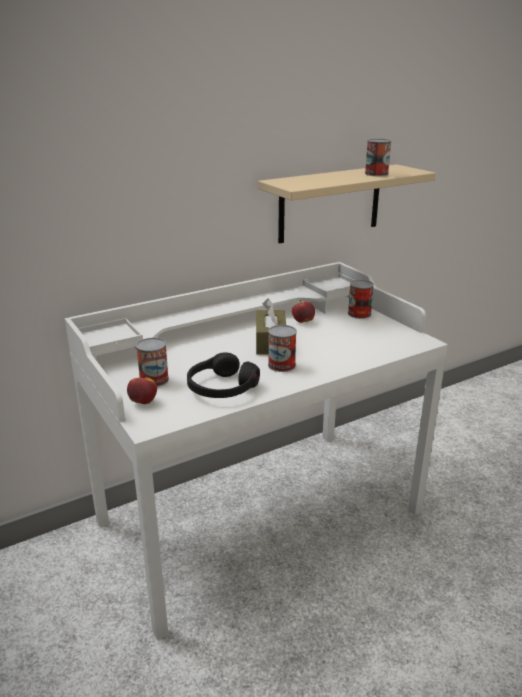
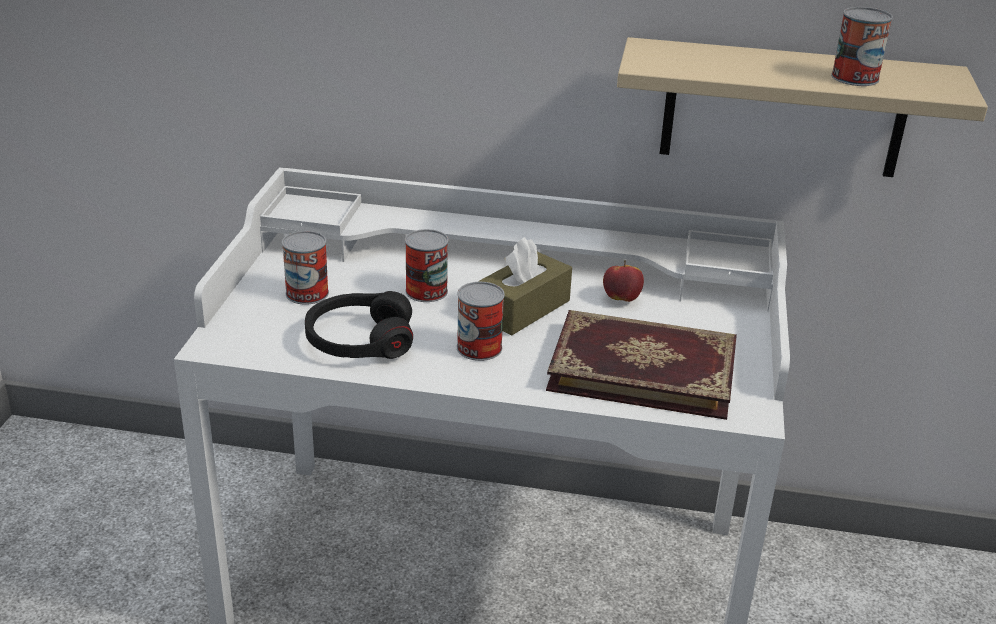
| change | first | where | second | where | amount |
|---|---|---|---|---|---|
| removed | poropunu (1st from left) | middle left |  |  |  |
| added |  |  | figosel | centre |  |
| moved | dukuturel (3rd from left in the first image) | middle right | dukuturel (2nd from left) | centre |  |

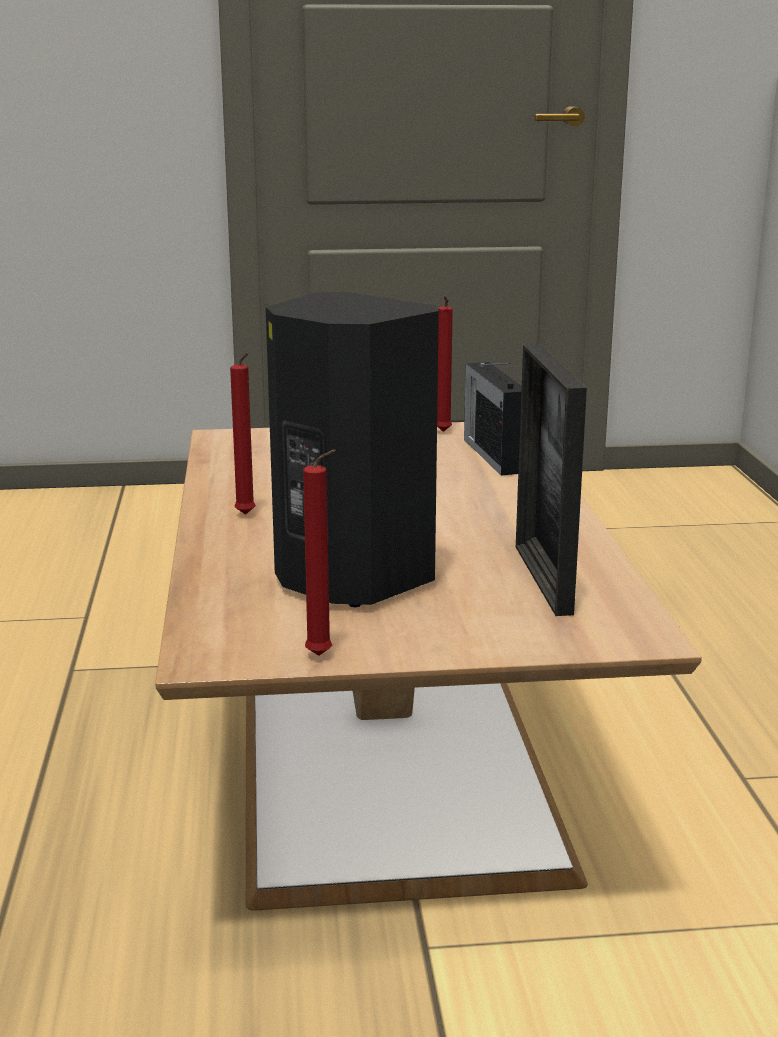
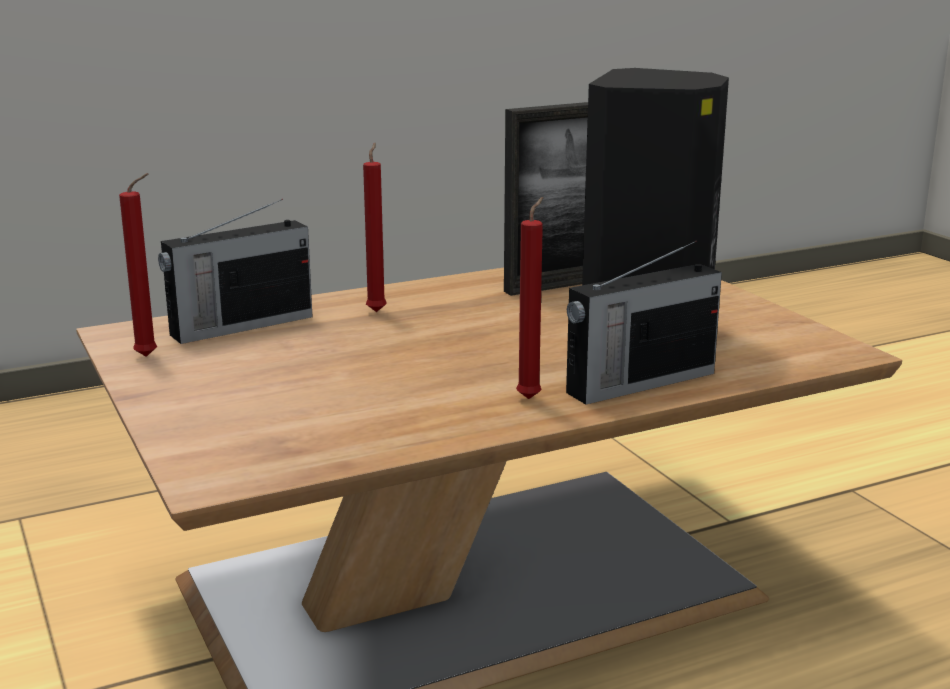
| change | first | where | second | where | amount |
|---|---|---|---|---|---|
| added |  |  | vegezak (2nd from left) | middle right |  |
| moved | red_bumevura (2nd from left) | centre |  | top centre |  |

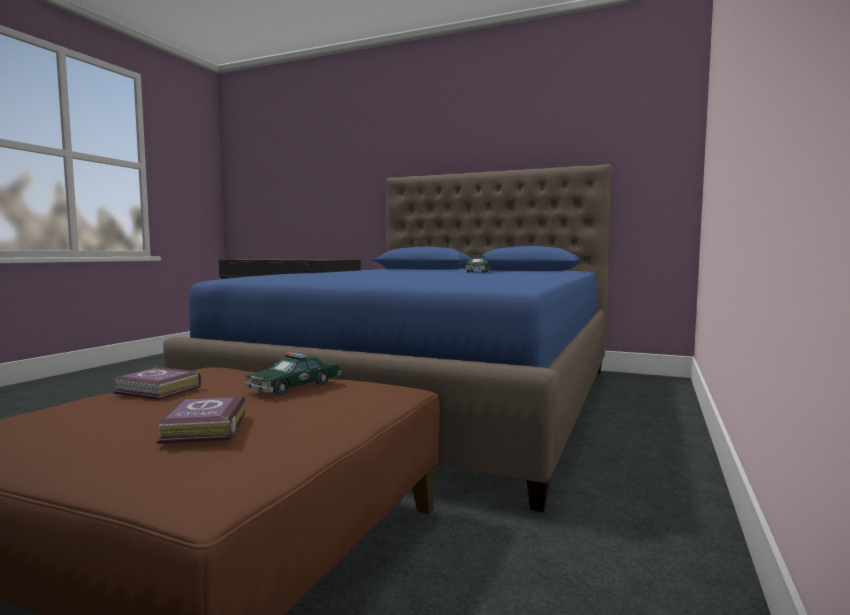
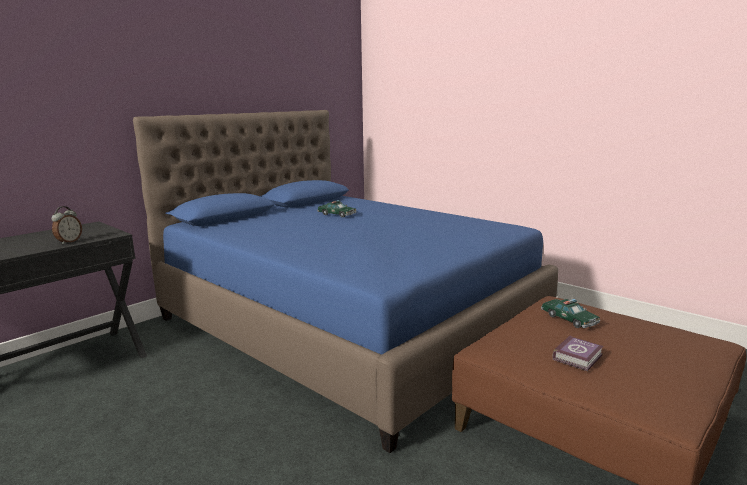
| change | first | where | second | where | amount |
|---|---|---|---|---|---|
| removed | figosel (2nd from left) | bottom left |  |  |  |
| added |  |  | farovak | middle left |  |

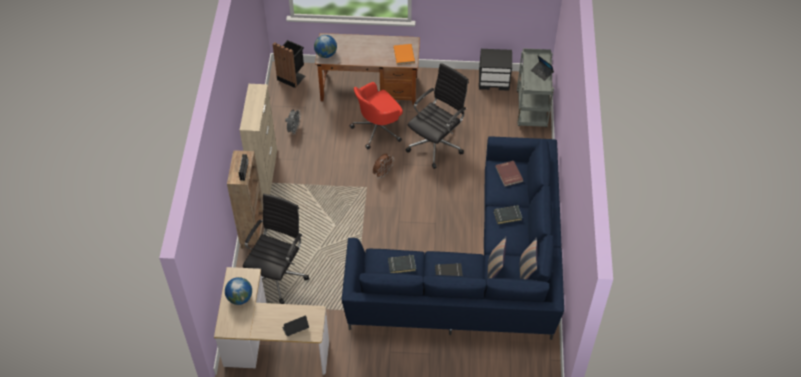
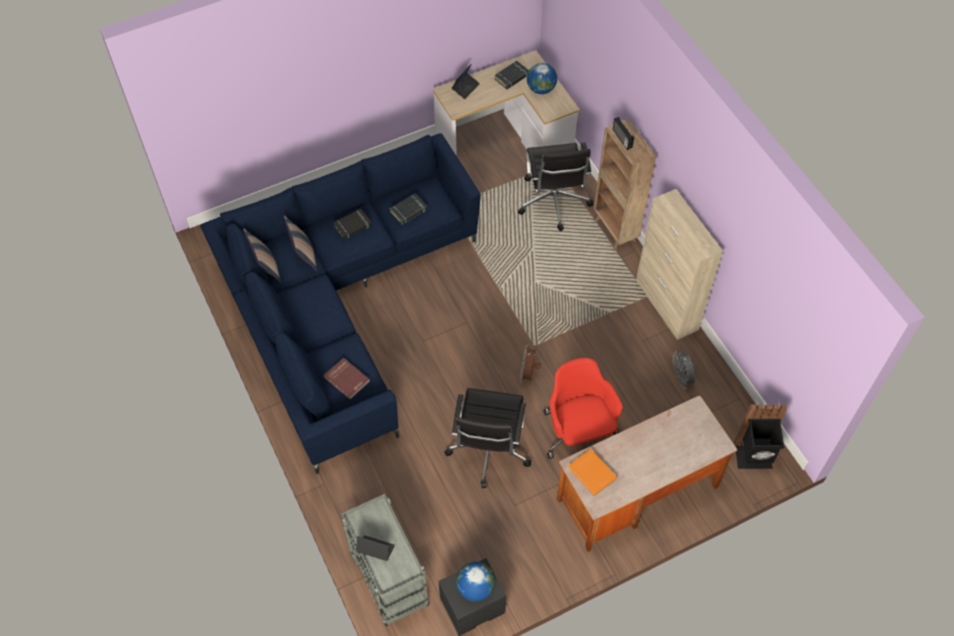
| change | first | where | second | where | amount |
|---|---|---|---|---|---|
| moved | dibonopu (2nd from left in the first image) | top centre | dibonopu (1st from left) | bottom centre |  |
| moved | black_figosel (3rd from left) | centre |  | top centre |  |
| turned | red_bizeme | top centre |  | centre | 45 degrees counterclockwise |

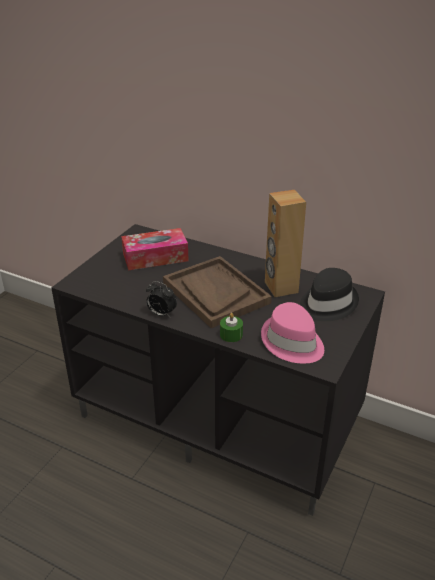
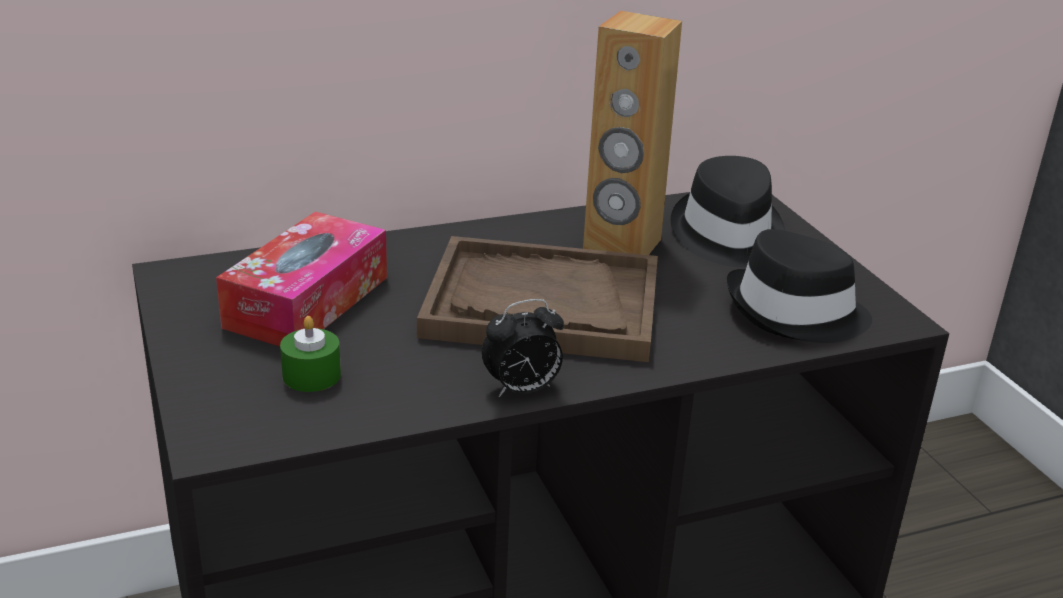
| change | first | where | second | where | amount |
|---|---|---|---|---|---|
| moved | green_bumevura | centre |  | middle left |  |
| recoloured | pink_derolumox | middle right | black_derolumox (2nd from left) | middle right |  |

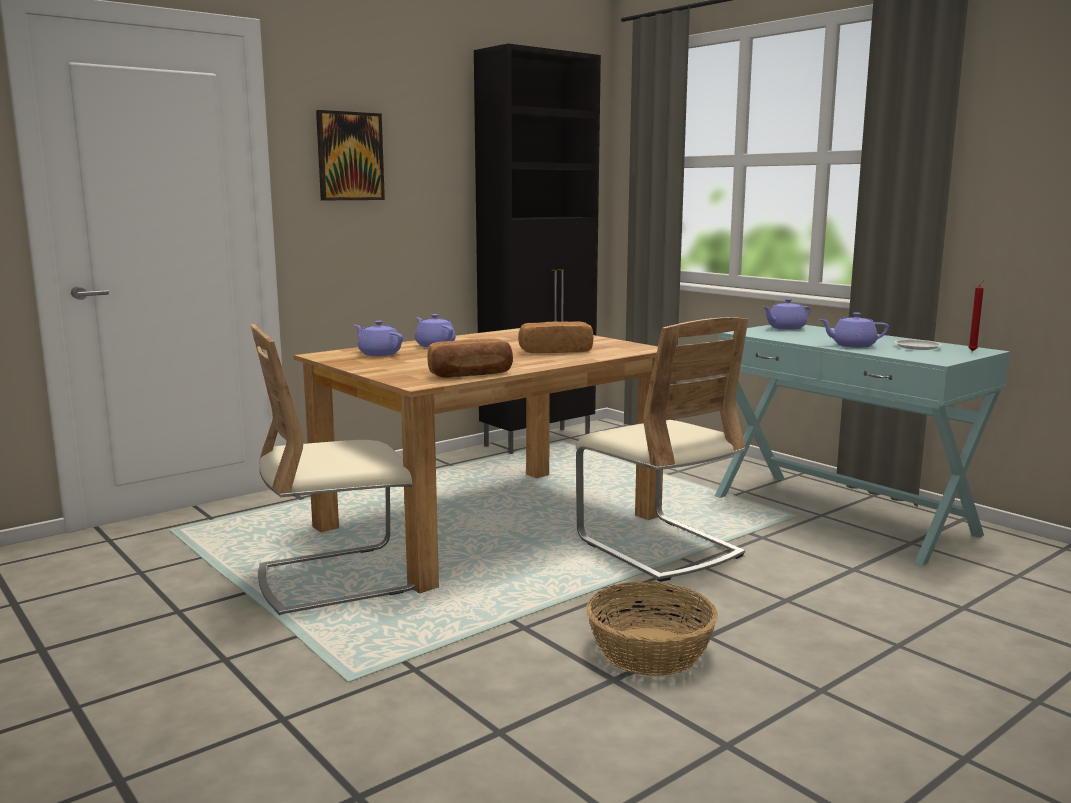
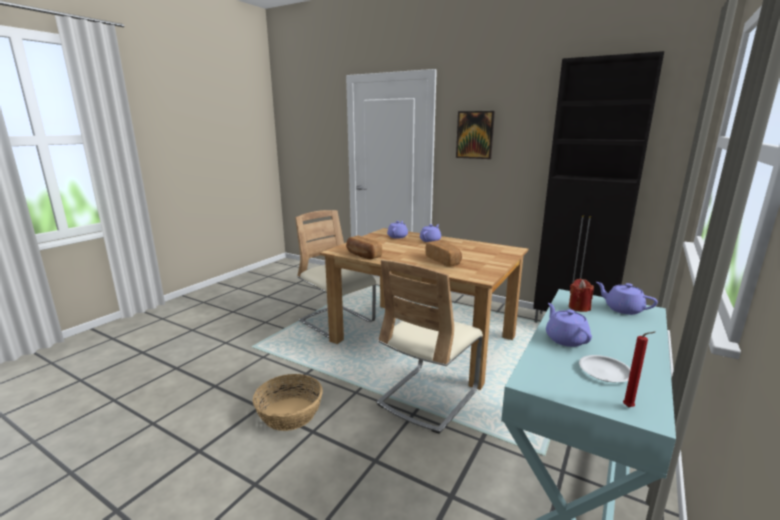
| change | first | where | second | where | amount |
|---|---|---|---|---|---|
| added |  |  | red_bumevura (1st from left) | middle right |  |

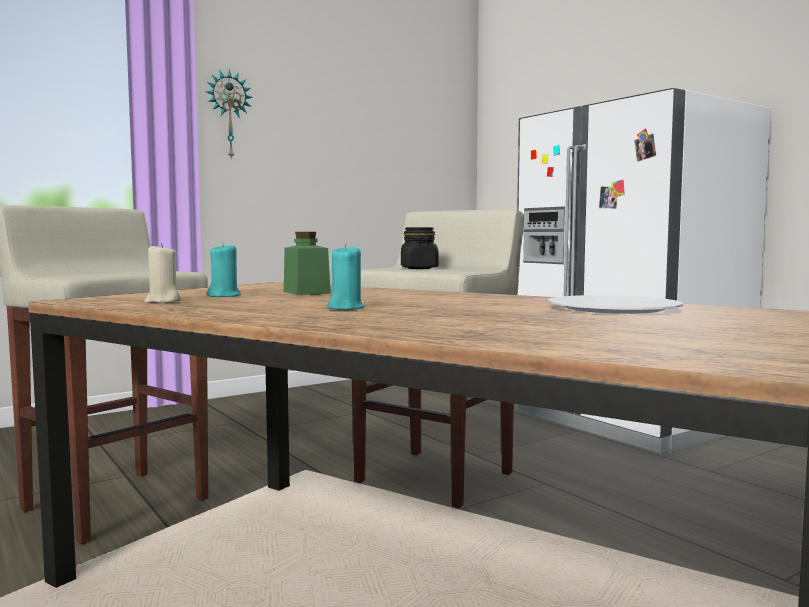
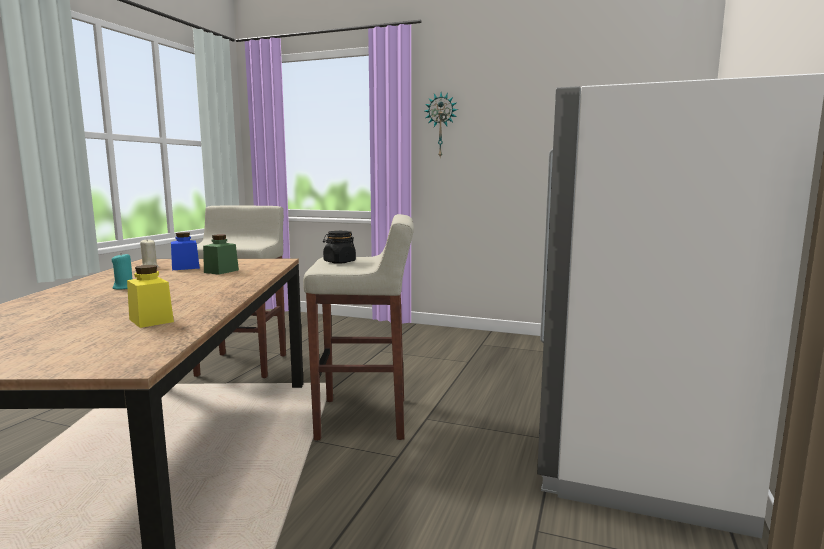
| change | first | where | second | where | amount |
|---|---|---|---|---|---|
| replaced | turquoise_bumevura (1st from left) | middle left | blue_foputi | middle left |  |
| replaced | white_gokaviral | middle right | yellow_foputi | middle left |  |

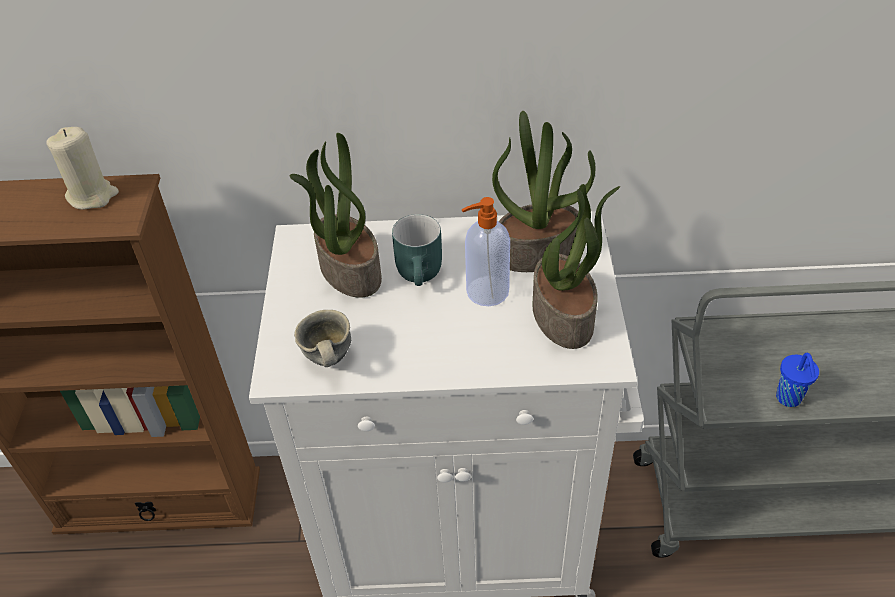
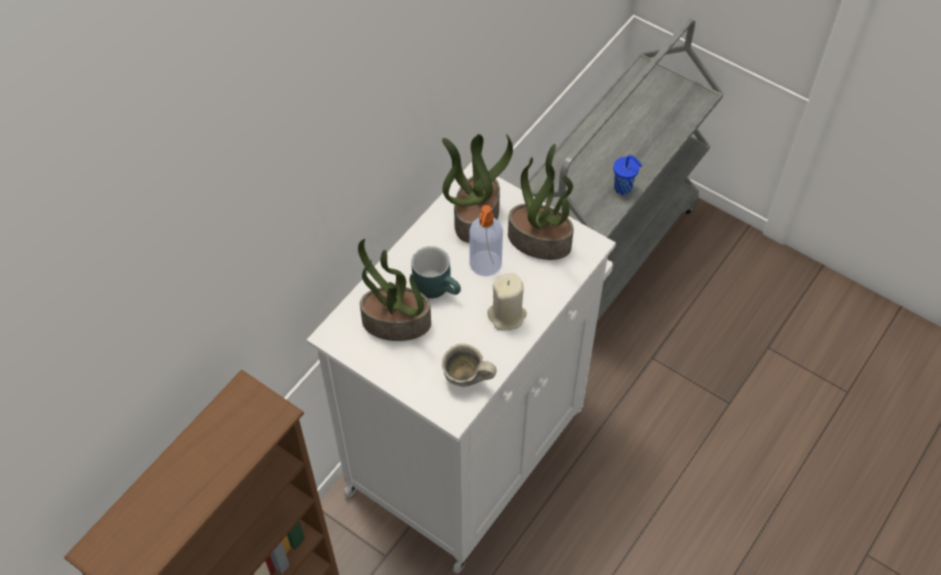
| change | first | where | second | where | amount |
|---|---|---|---|---|---|
| moved | beige_bumevura | top left |  | centre |  |

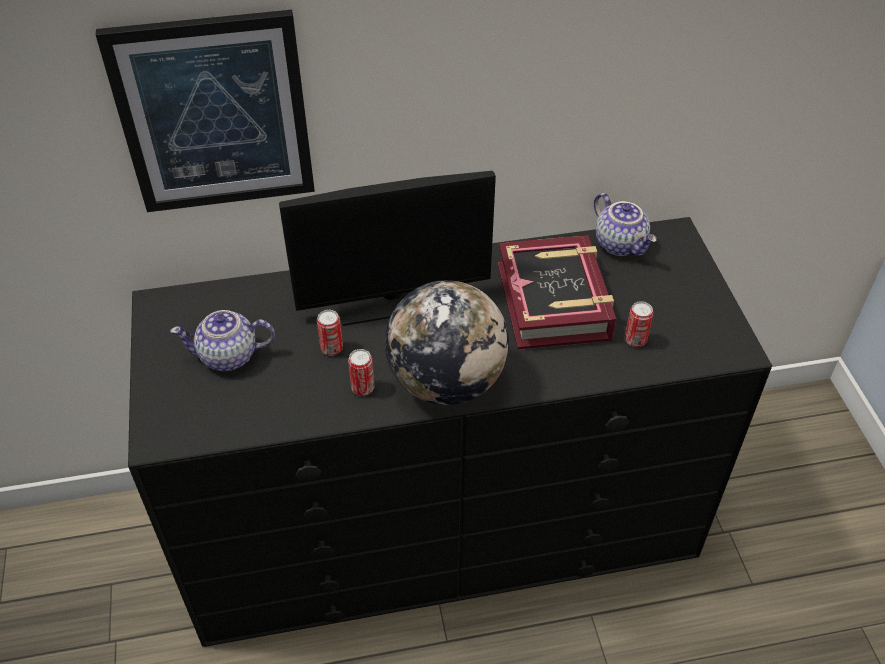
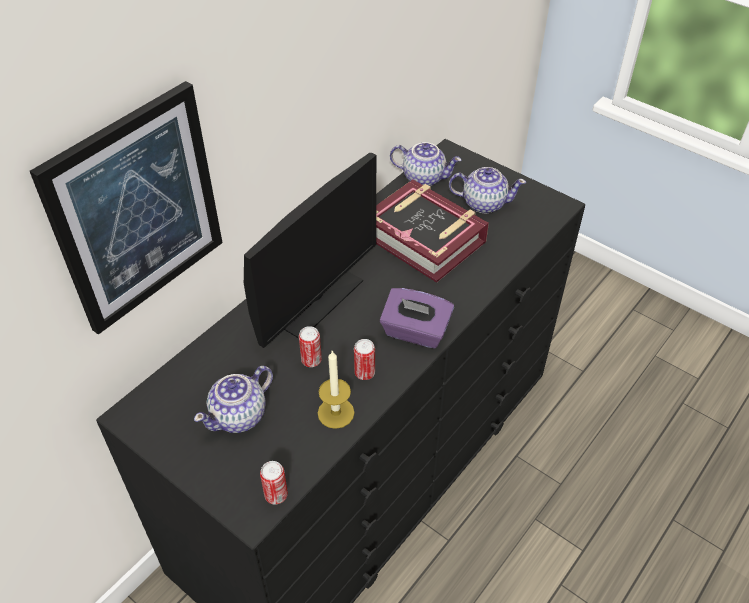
| change | first | where | second | where | amount |
|---|---|---|---|---|---|
| added |  |  | bumevura | centre |  |
| added |  |  | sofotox (3rd from left) | top centre |  |
| moved | dukuturel (3rd from left in the first image) | middle right | dukuturel (1st from left) | bottom centre |  |
| replaced | dibonopu | centre | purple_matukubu | centre |  |

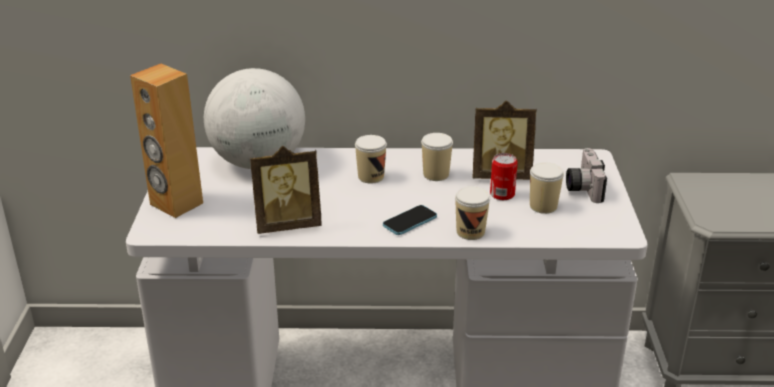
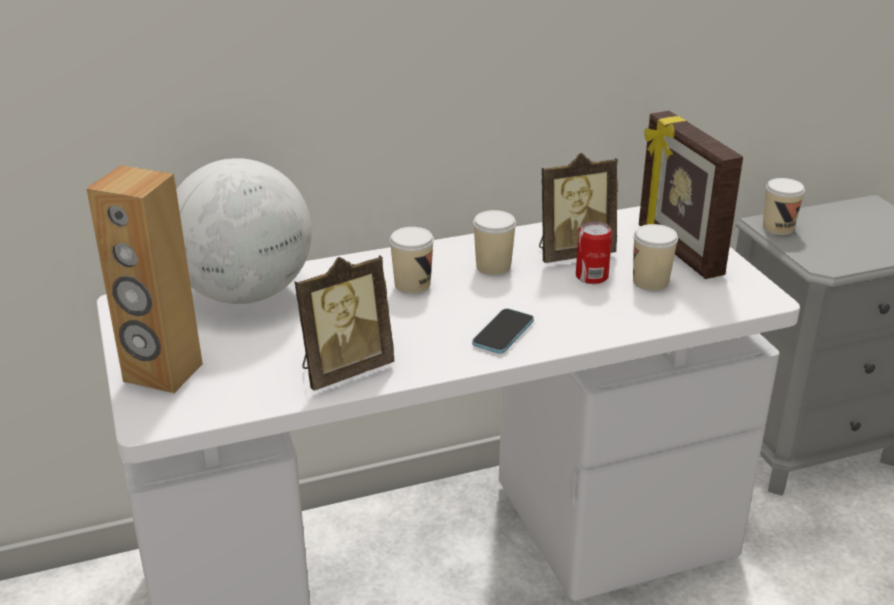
| change | first | where | second | where | amount |
|---|---|---|---|---|---|
| moved | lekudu (3rd from left in the first image) | centre | lekudu (4th from left) | middle right |  |
| replaced | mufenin | middle right | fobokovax (3rd from left) | top right |  |

